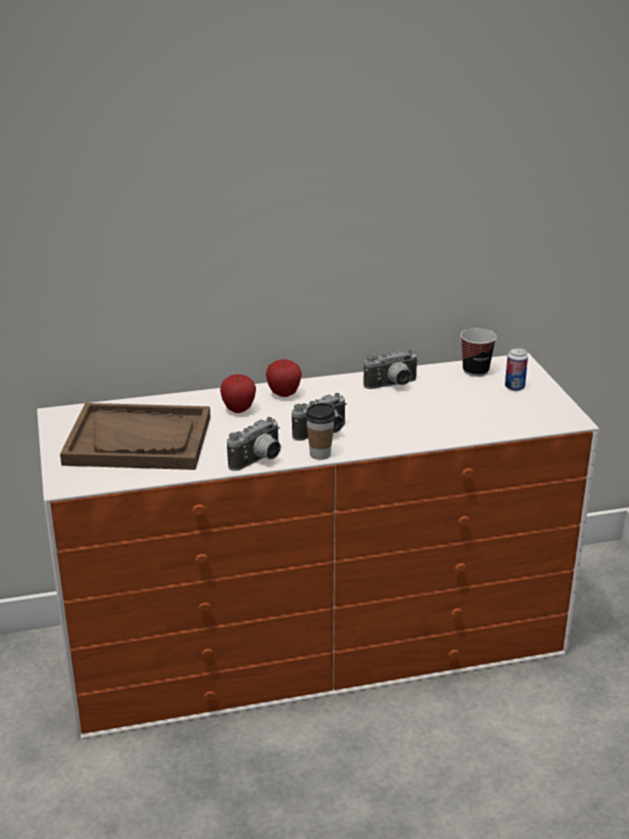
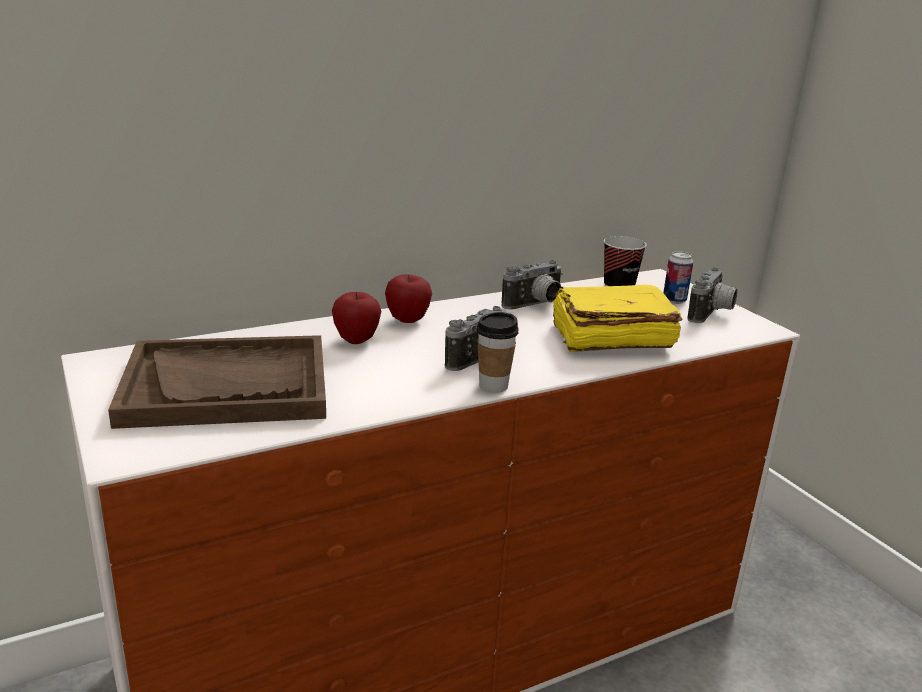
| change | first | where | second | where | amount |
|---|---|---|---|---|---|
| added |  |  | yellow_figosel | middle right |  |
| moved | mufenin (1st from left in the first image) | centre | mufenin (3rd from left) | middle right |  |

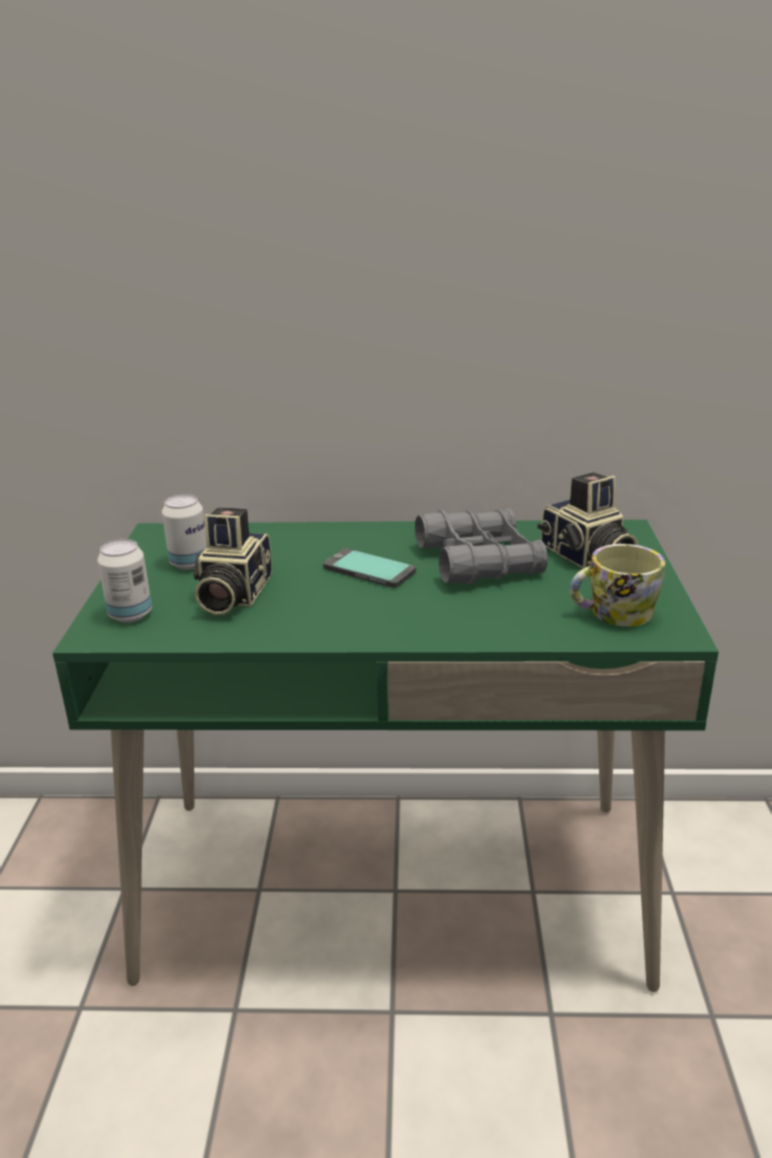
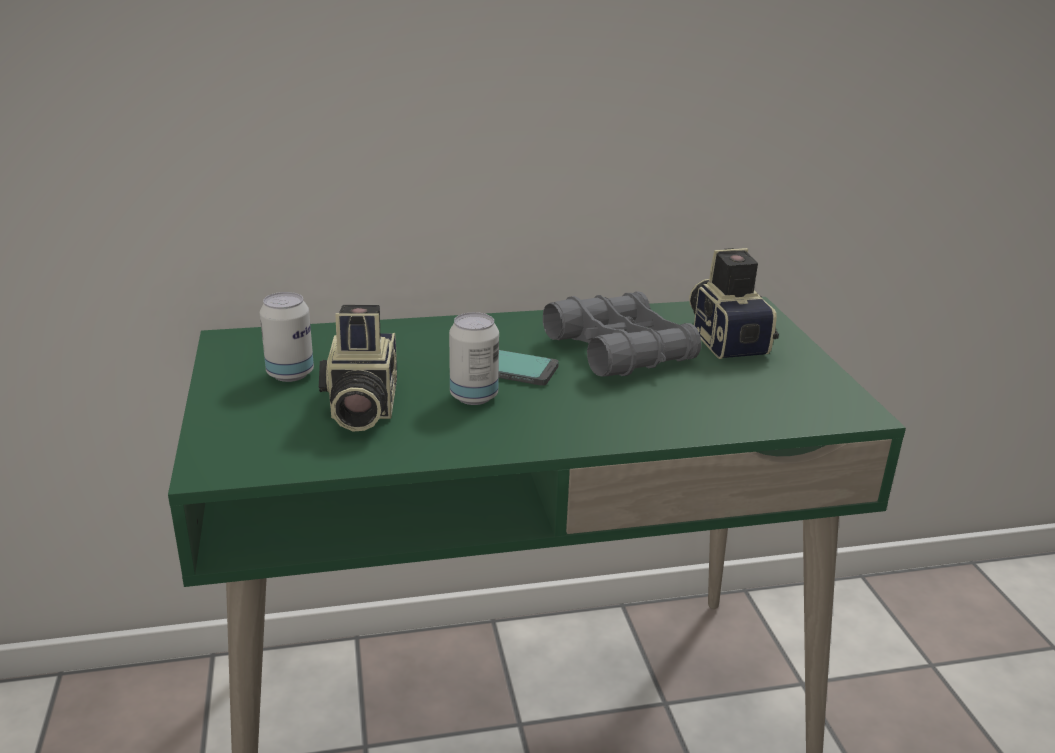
| change | first | where | second | where | amount |
|---|---|---|---|---|---|
| removed | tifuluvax | middle right |  |  |  |
| moved | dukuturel (1st from left in the first image) | middle left | dukuturel (2nd from left) | centre |  |
| turned | mufenin (2nd from left) | middle right |  | middle right | 150 degrees counterclockwise |

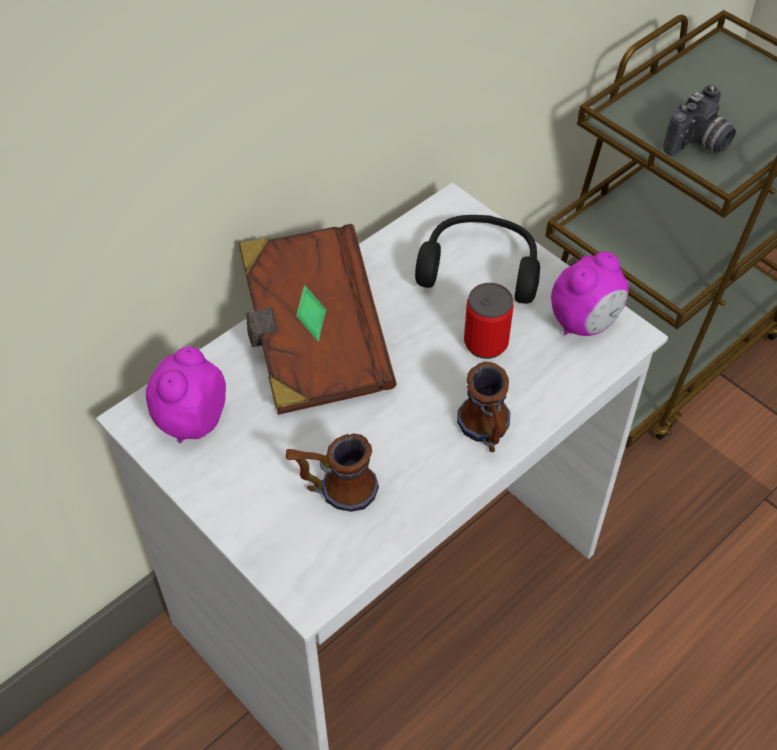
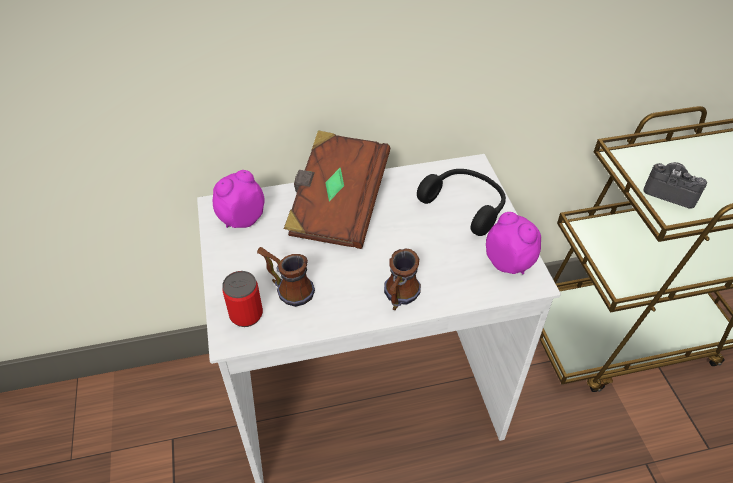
| change | first | where | second | where | amount |
|---|---|---|---|---|---|
| moved | dukuturel | centre |  | middle left |  |
| turned | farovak (2nd from left) | middle right |  | middle right | 120 degrees counterclockwise |
| turned | mufenin | top right |  | middle right | 135 degrees counterclockwise |

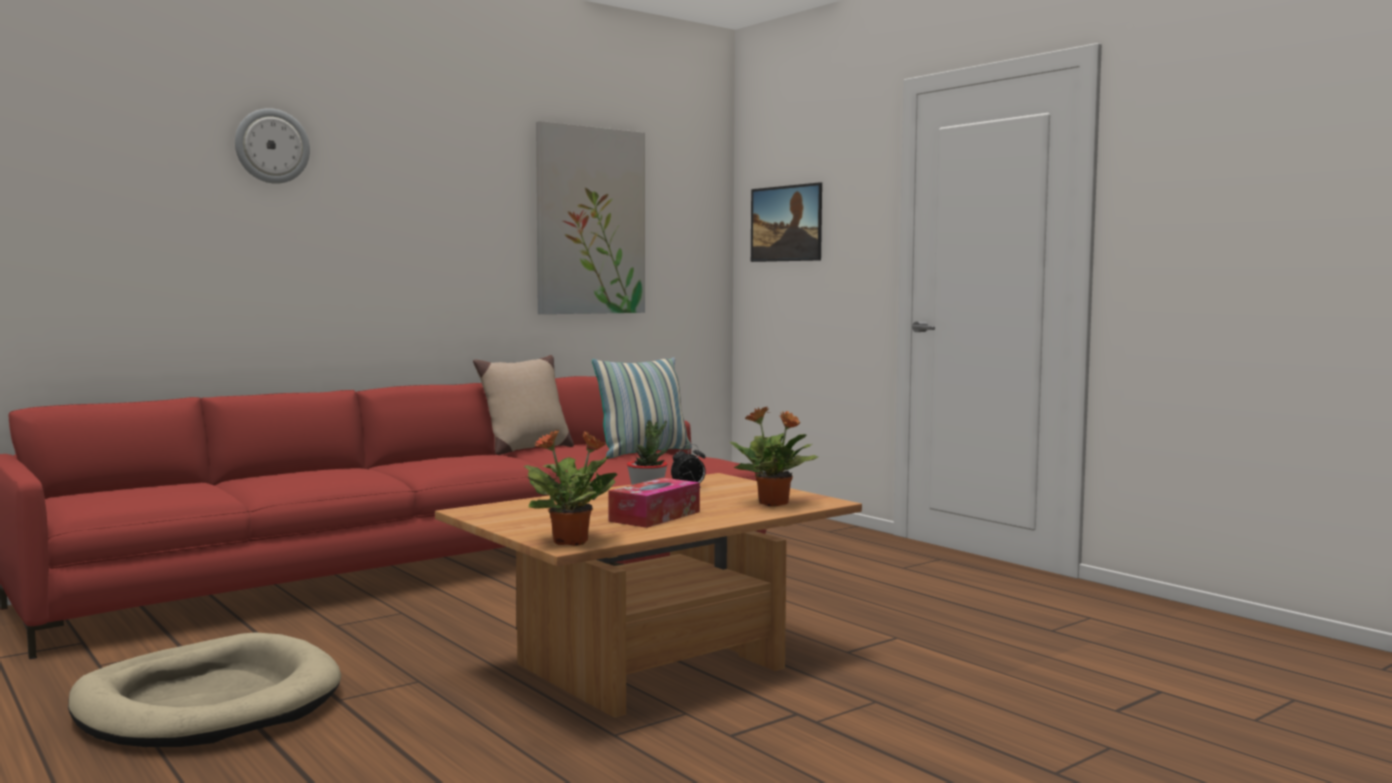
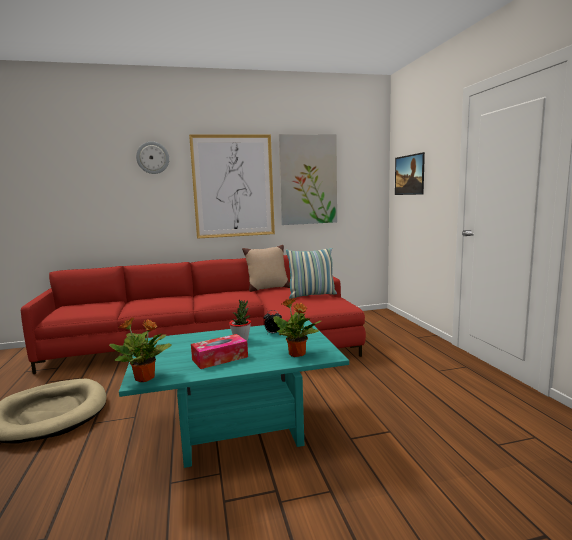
| change | first | where | second | where | amount |
|---|---|---|---|---|---|
| added |  |  | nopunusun (1st from left) | centre |  |
| recoloured | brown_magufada | bottom centre | turquoise_magufada | bottom centre |  |

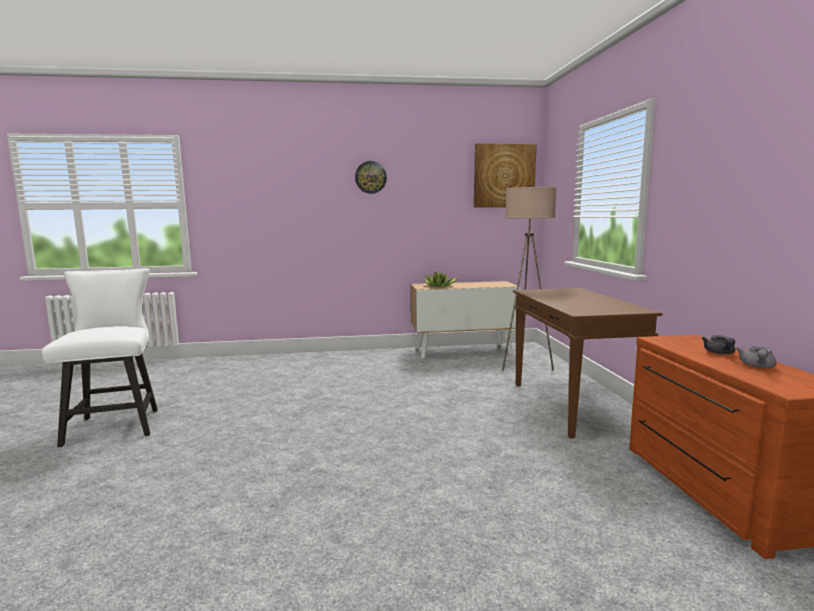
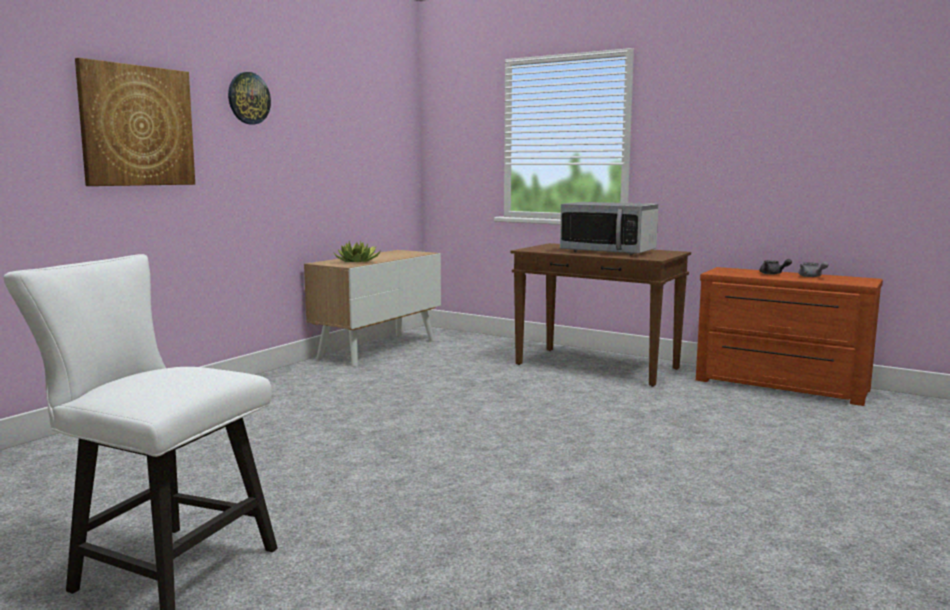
| change | first | where | second | where | amount |
|---|---|---|---|---|---|
| removed | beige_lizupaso | centre |  |  |  |
| added |  |  | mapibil | centre |  |
| moved | nopunusun | top centre |  | top left |  |

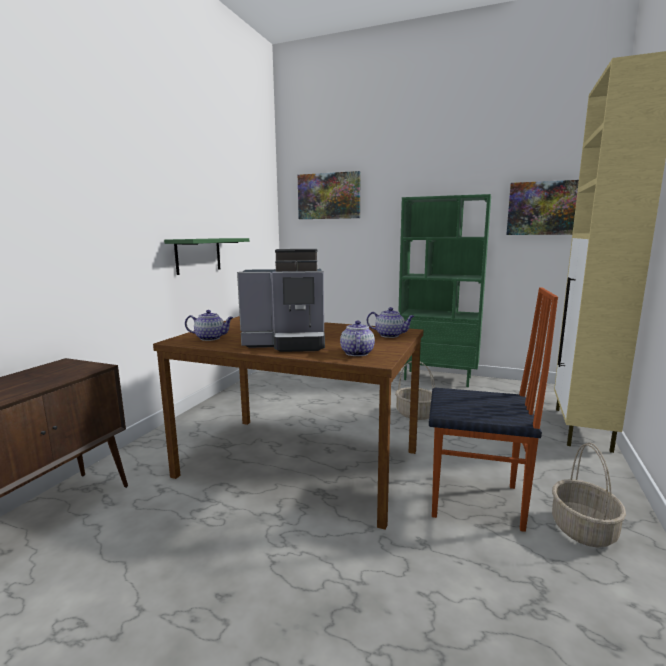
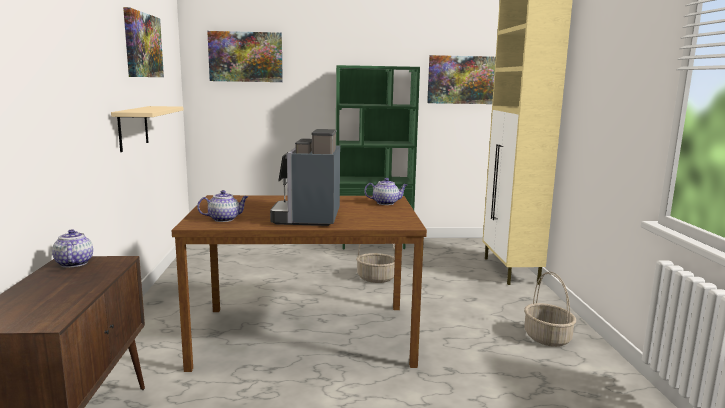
| change | first | where | second | where | amount |
|---|---|---|---|---|---|
| removed | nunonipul | middle right |  |  |  |
| added |  |  | nopunusun (1st from left) | top left |  |
| moved | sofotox (2nd from left in the first image) | centre | sofotox (1st from left) | middle left |  |
| recoloured | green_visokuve | middle left | beige_visokuve | top left |  |
| turned | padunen | centre |  | centre | 120 degrees clockwise |

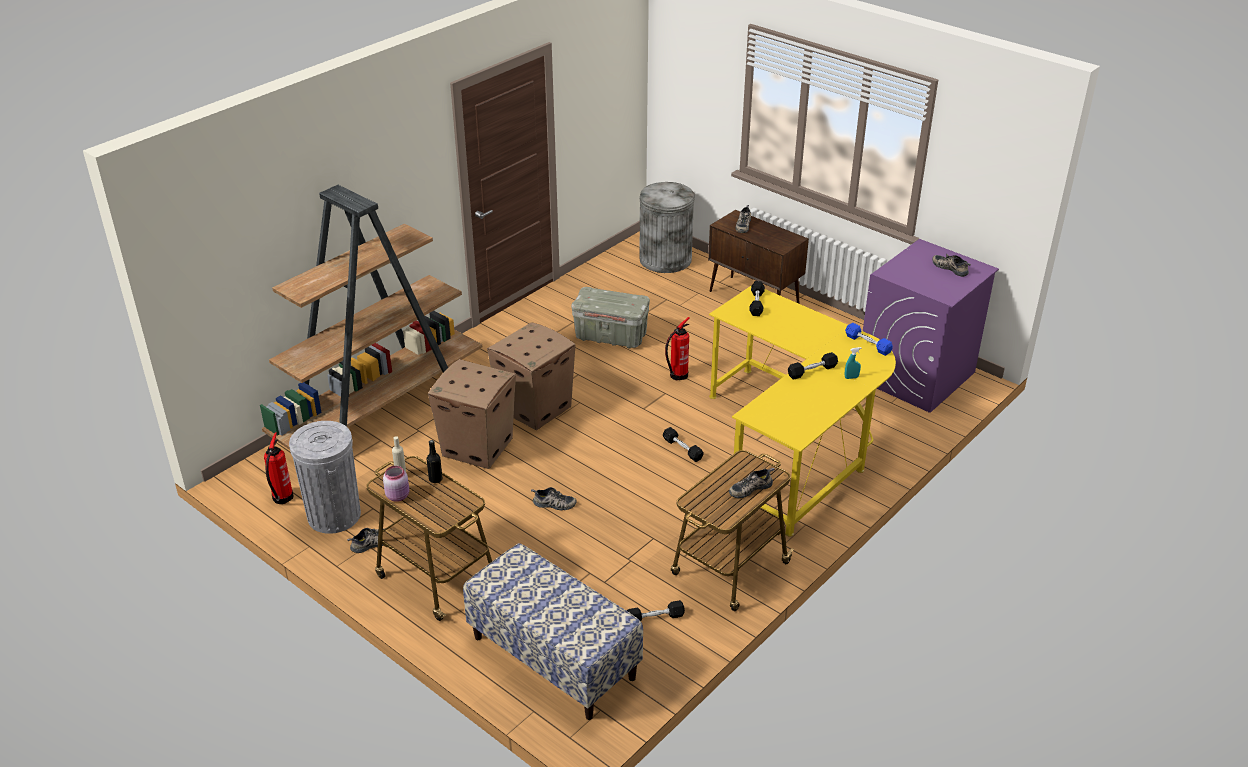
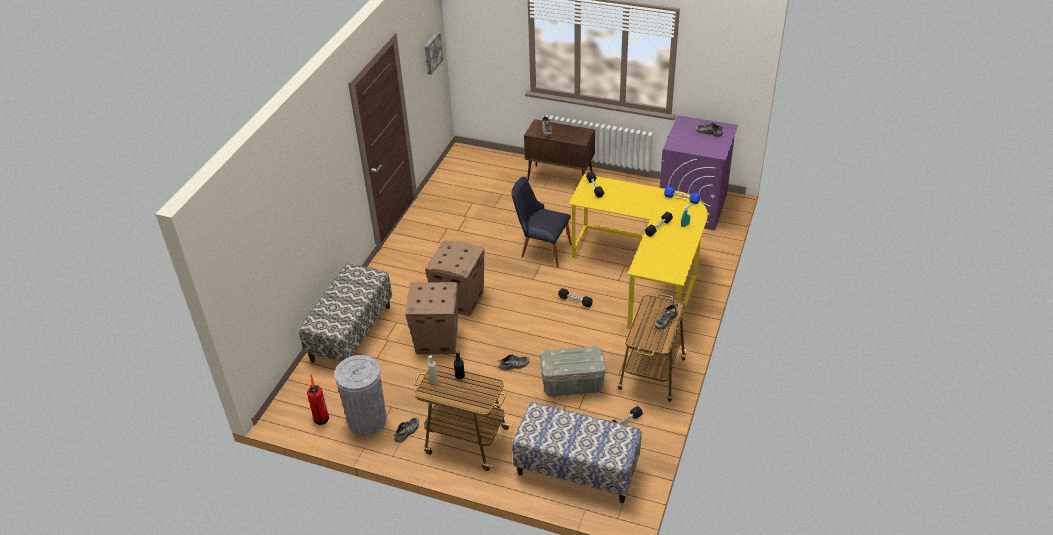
| change | first | where | second | where | amount |
|---|---|---|---|---|---|
| removed | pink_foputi | middle left |  |  |  |
| removed | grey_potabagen (2nd from left) | top centre |  |  |  |
| added |  |  | nopunusun | top centre |  |
| moved | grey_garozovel | centre |  | bottom centre |  |
| replaced | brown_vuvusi | middle left | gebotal (1st from left) | middle left |  |
| replaced | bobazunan (2nd from left) | centre | black_nunonipul | centre |  |

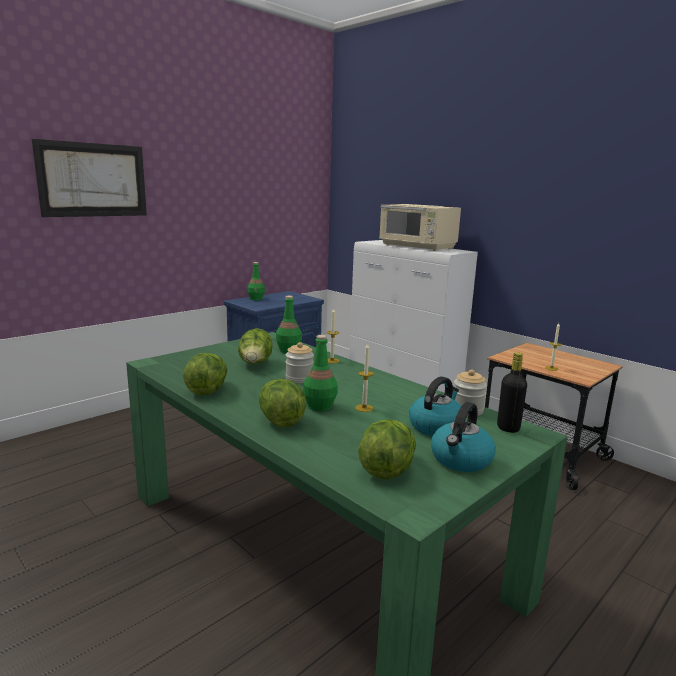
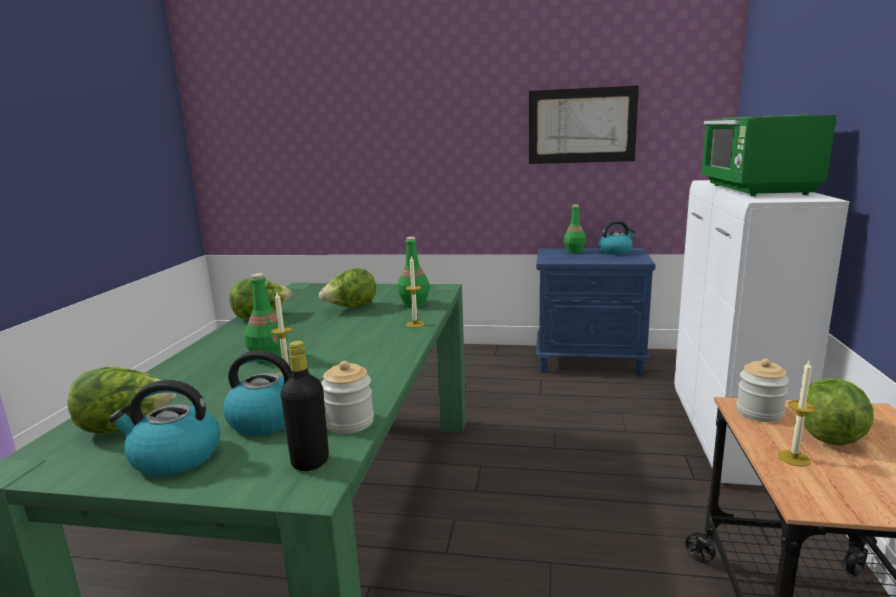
| change | first | where | second | where | amount |
|---|---|---|---|---|---|
| added |  |  | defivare (3rd from left) | middle right |  |
| moved | nopunusun | top left |  | top centre |  |
| moved | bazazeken (3rd from left in the first image) | centre | bazazeken (4th from left) | bottom right |  |
| moved | foputi (1st from left in the first image) | centre | foputi (2nd from left) | middle right |  |
| recoloured | beige_mapibil | centre | green_mapibil | top right |  |

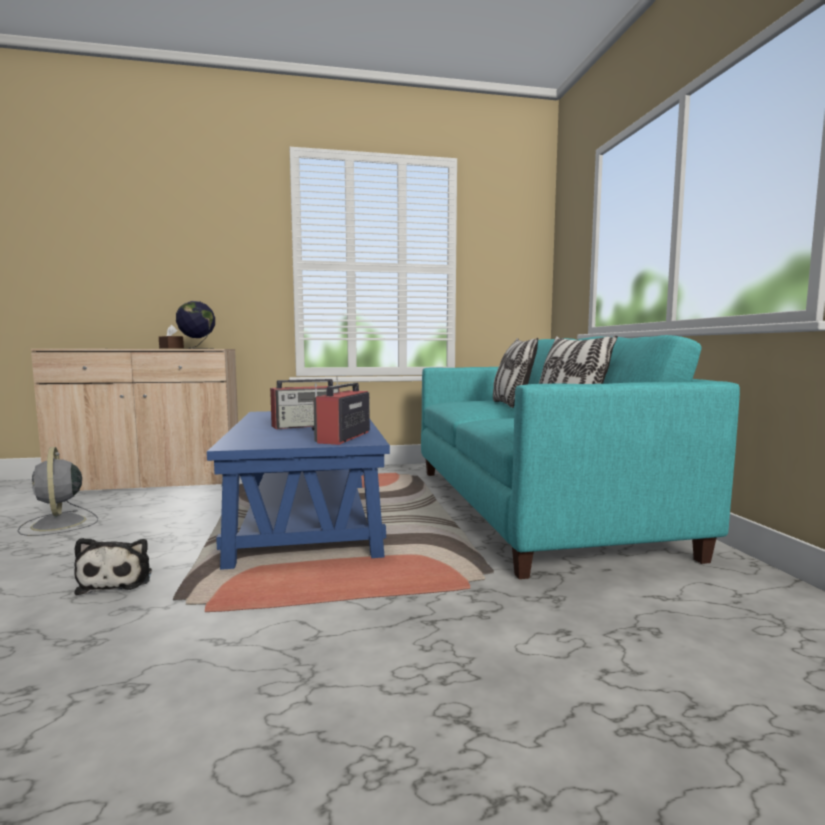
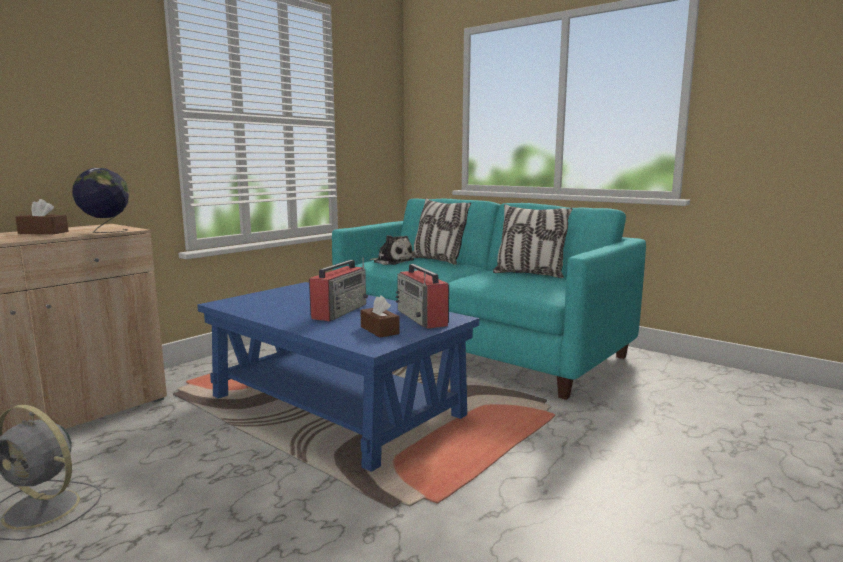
| change | first | where | second | where | amount |
|---|---|---|---|---|---|
| added |  |  | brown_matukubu (2nd from left) | centre |  |
| moved | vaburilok | bottom left |  | centre |  |

